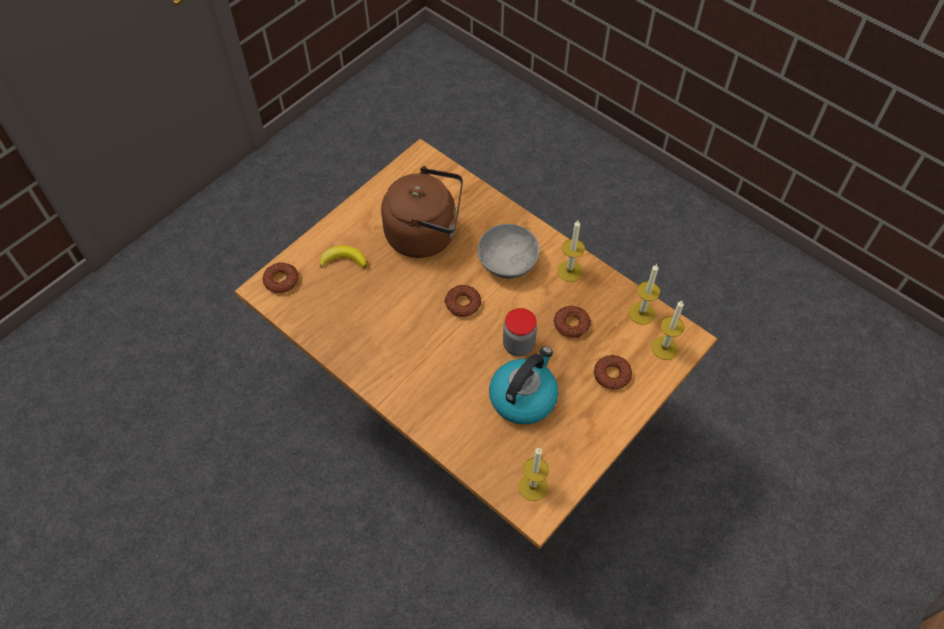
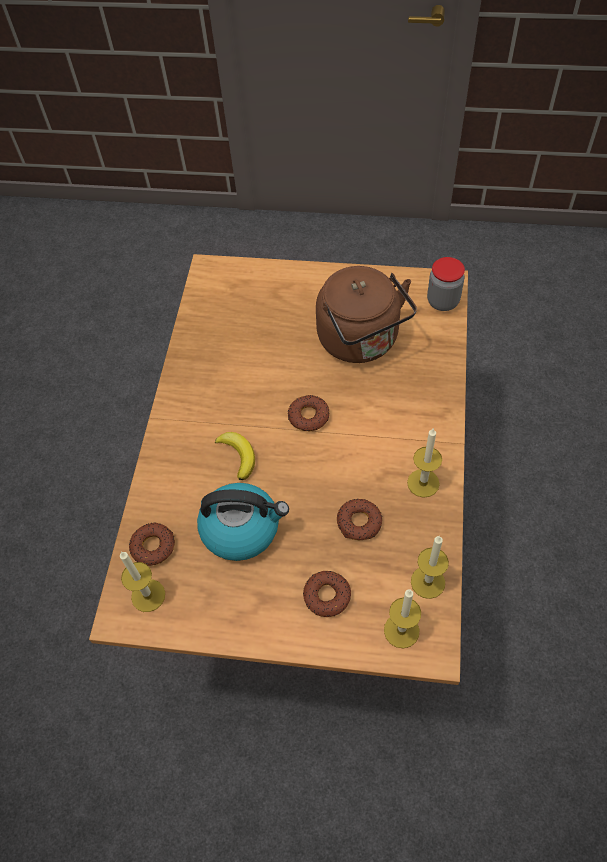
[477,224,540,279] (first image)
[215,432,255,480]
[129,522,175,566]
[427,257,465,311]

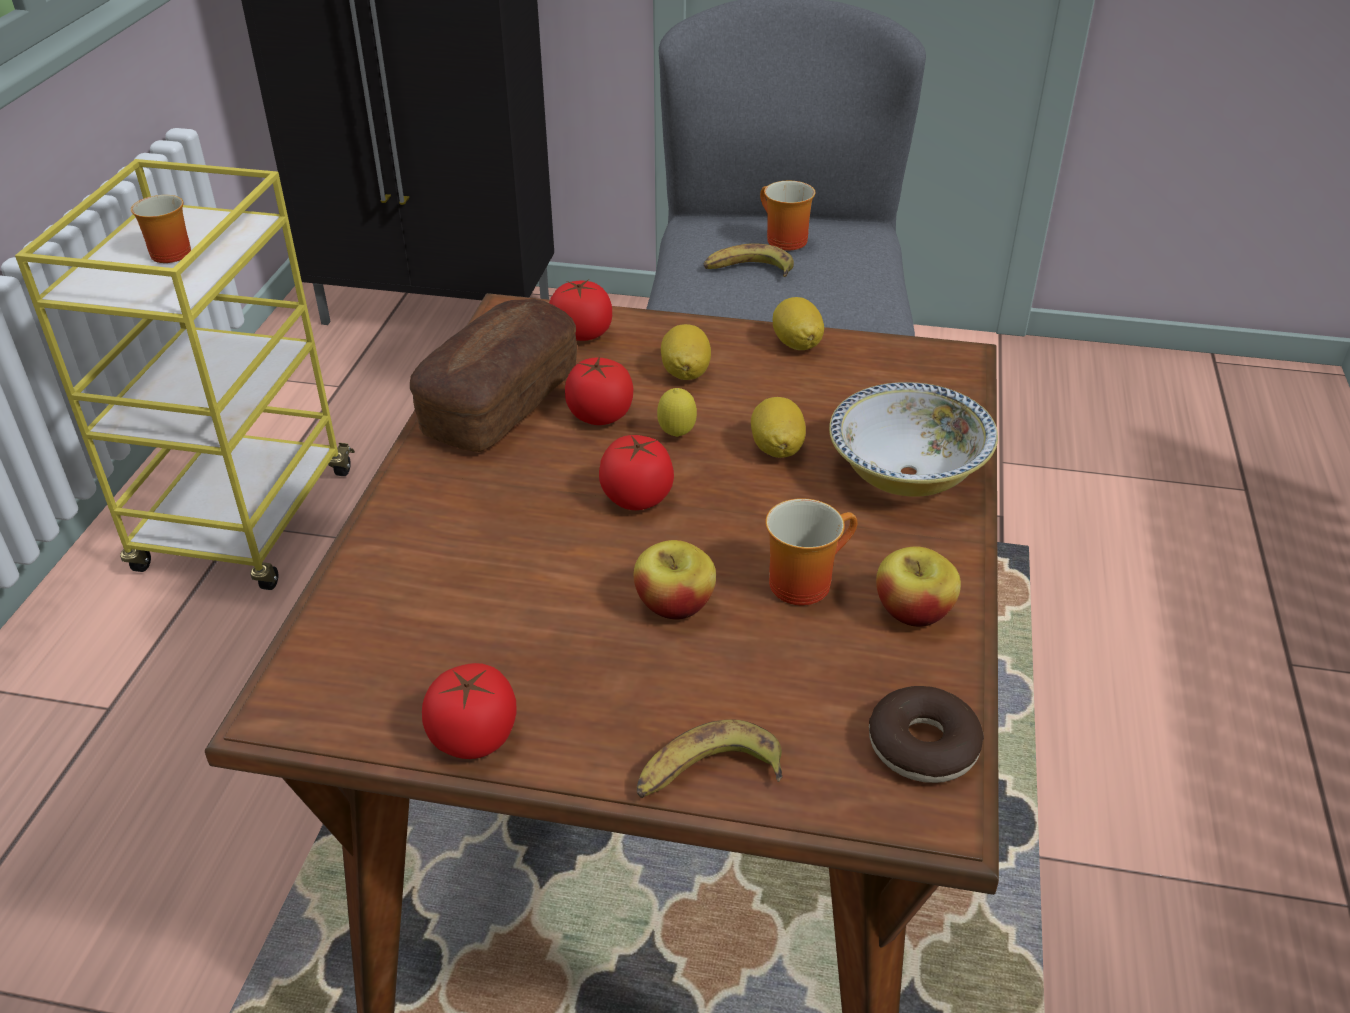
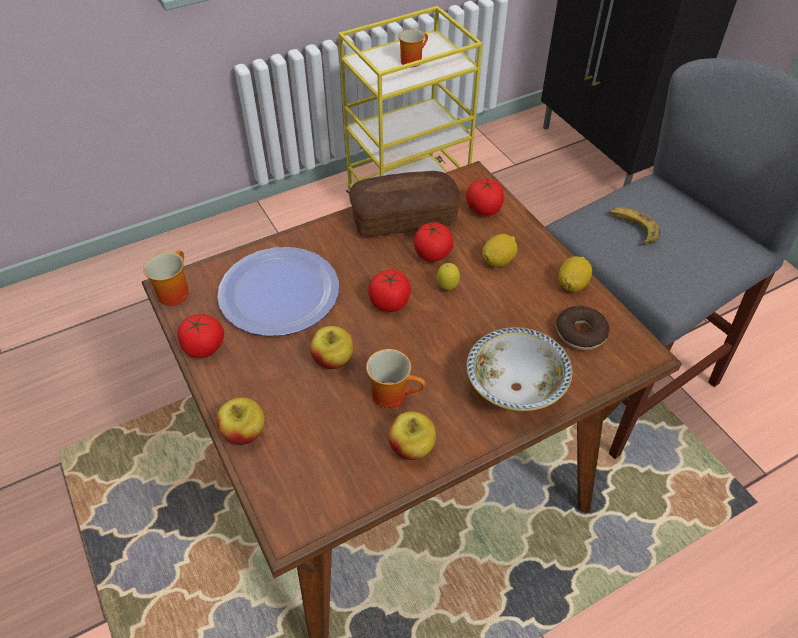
[143,250,189,306]
[751,397,806,458] (first image)
[556,306,609,350]
[216,397,265,445]
[217,247,339,336]

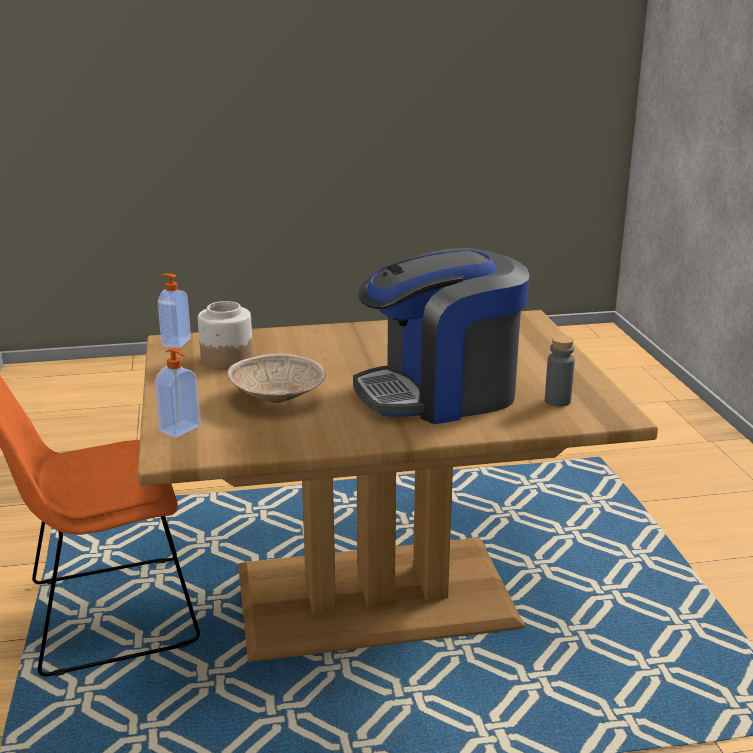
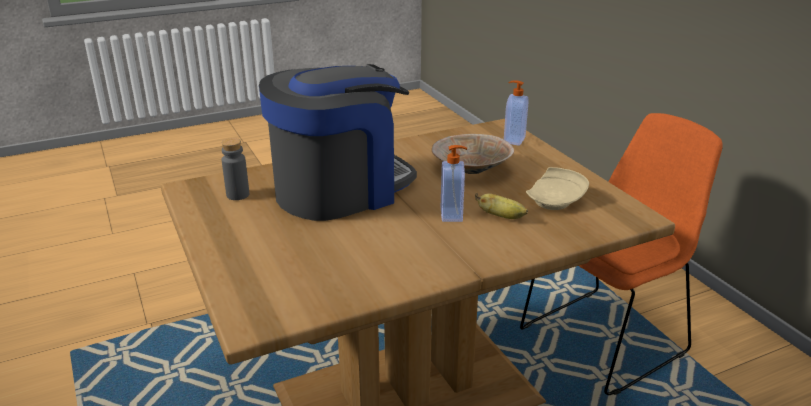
[441,145,467,222]
[526,167,589,210]
[475,193,528,219]

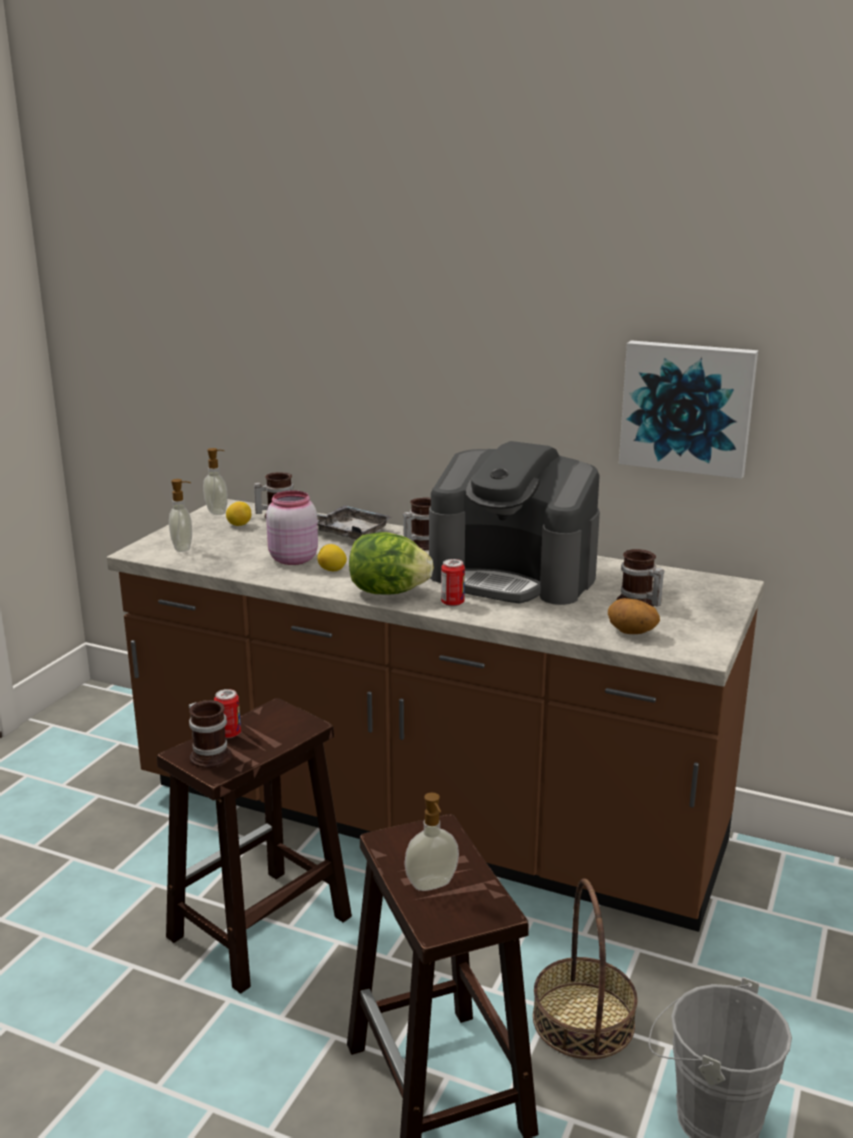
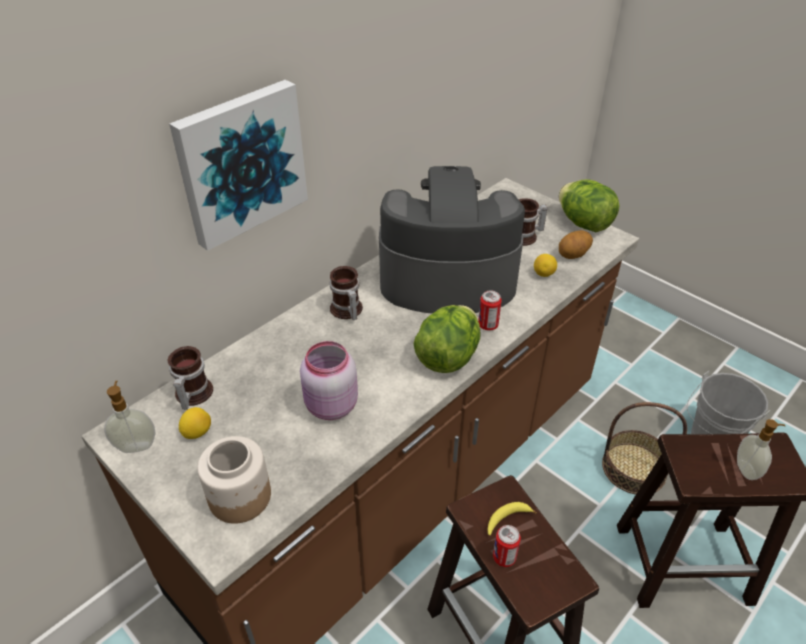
[169,80,308,251]
[379,166,525,314]
[197,436,271,524]
[317,505,392,540] (first image)
[534,254,557,277]
[189,700,232,768] (first image)
[559,179,620,232]
[487,502,537,536]

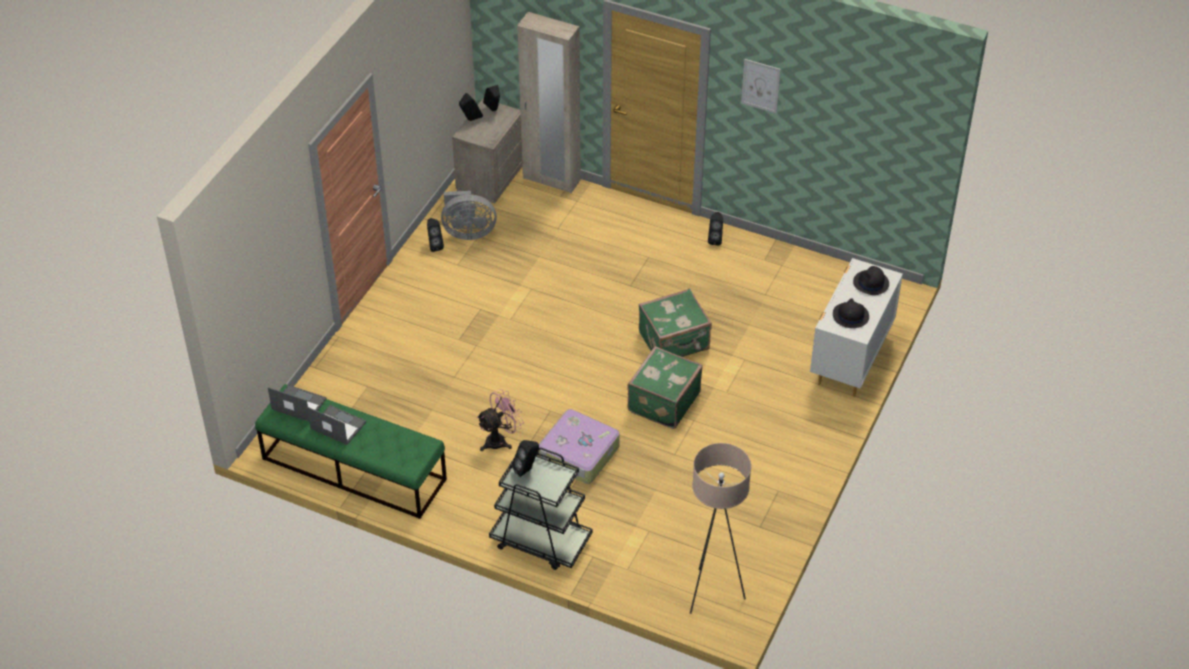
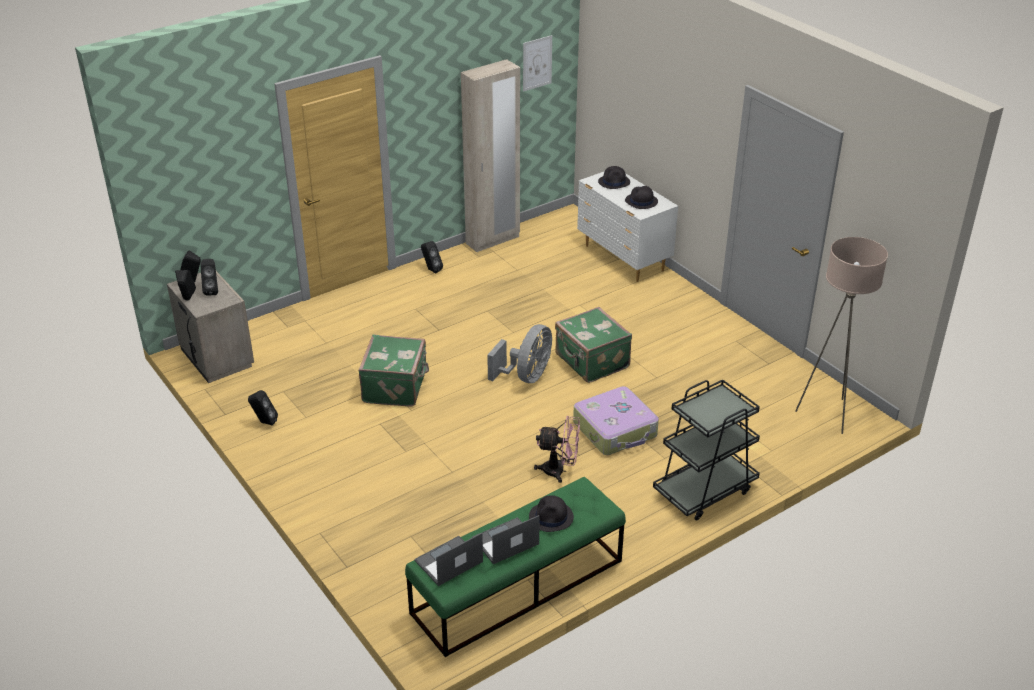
[461,59,520,252]
[523,35,552,91]
[487,324,552,383]
[358,335,429,407]
[534,416,580,483]
[200,259,218,296]
[529,495,574,532]

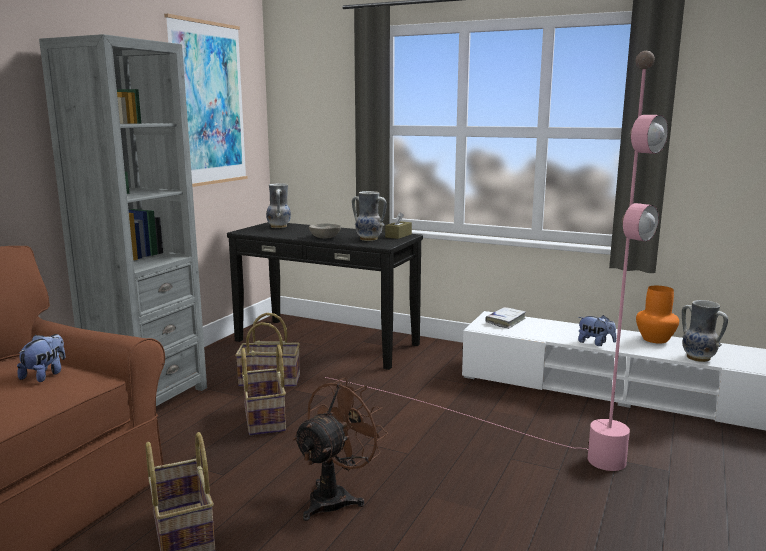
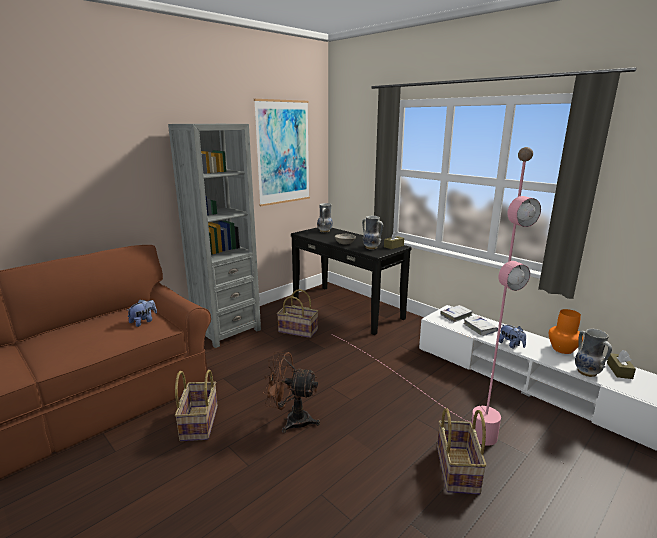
[437,408,487,494]
[263,352,320,433]
[463,316,498,336]
[607,350,636,379]

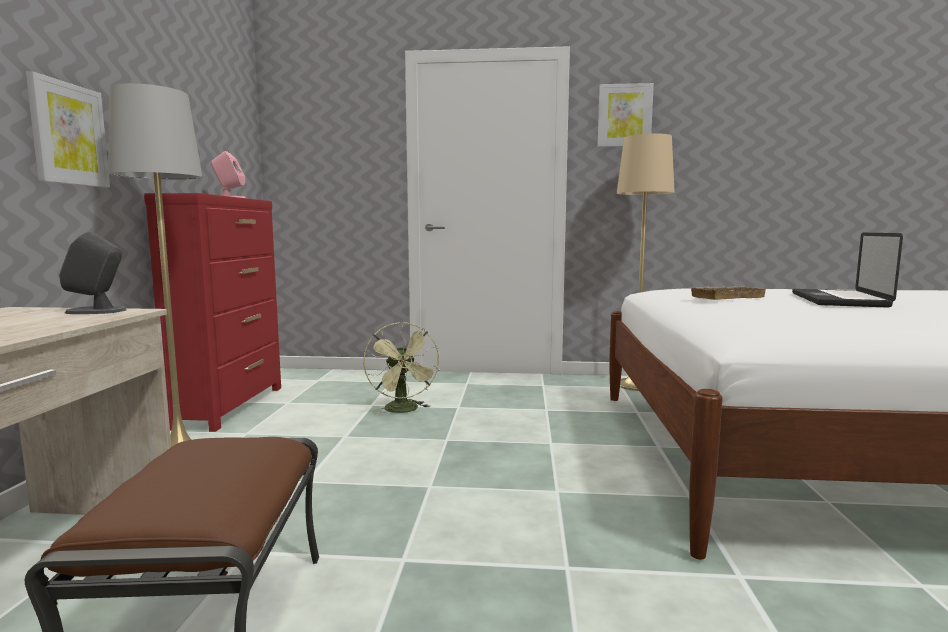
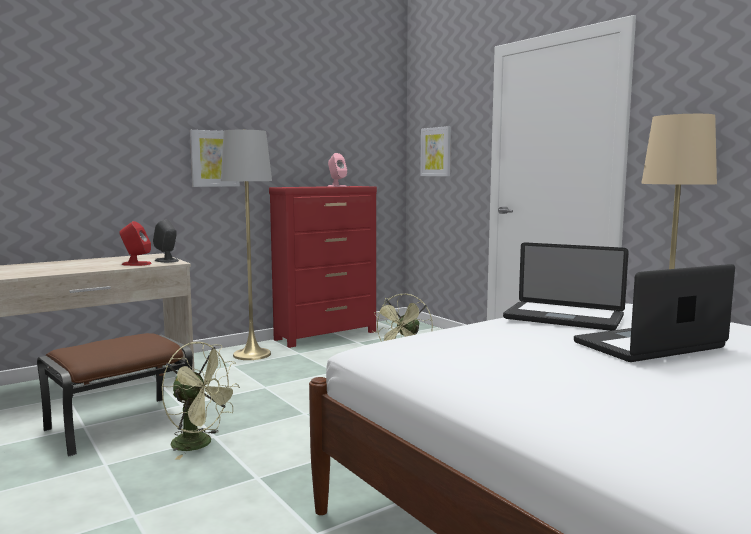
[420,126,451,176]
[503,242,629,331]
[119,221,152,266]
[161,342,240,460]

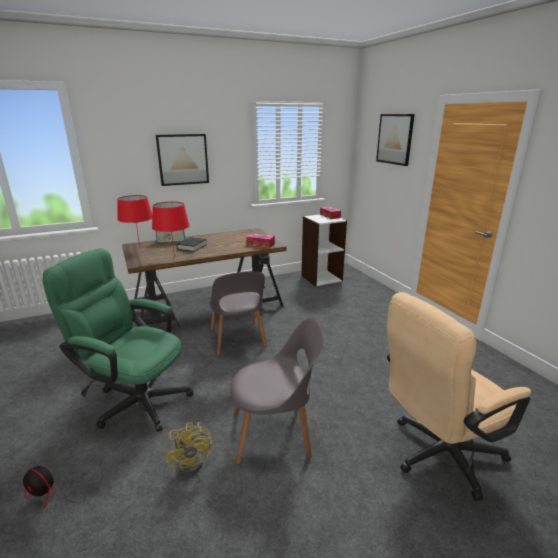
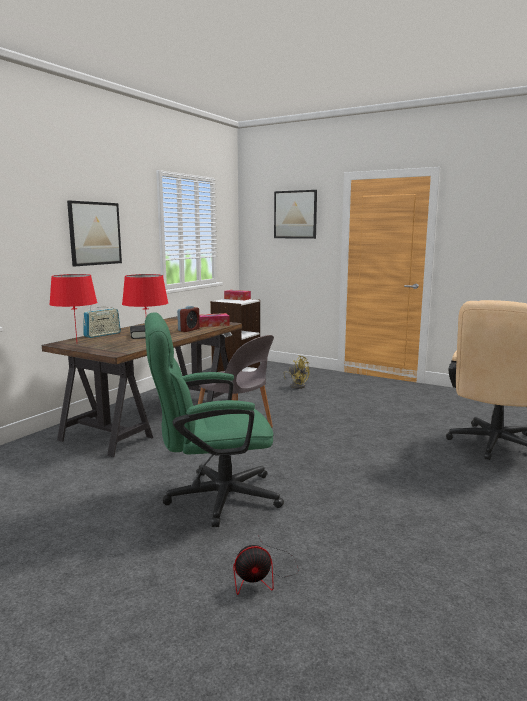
[230,318,324,464] (first image)
[283,356,310,389]
[177,306,200,332]

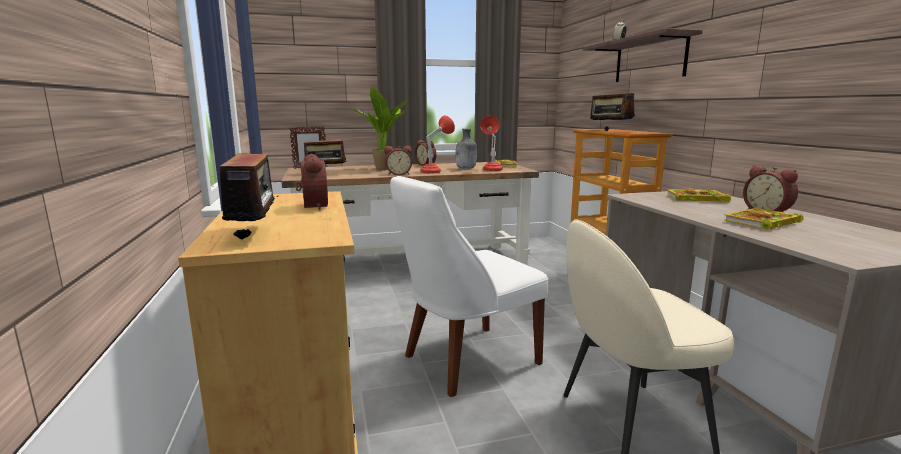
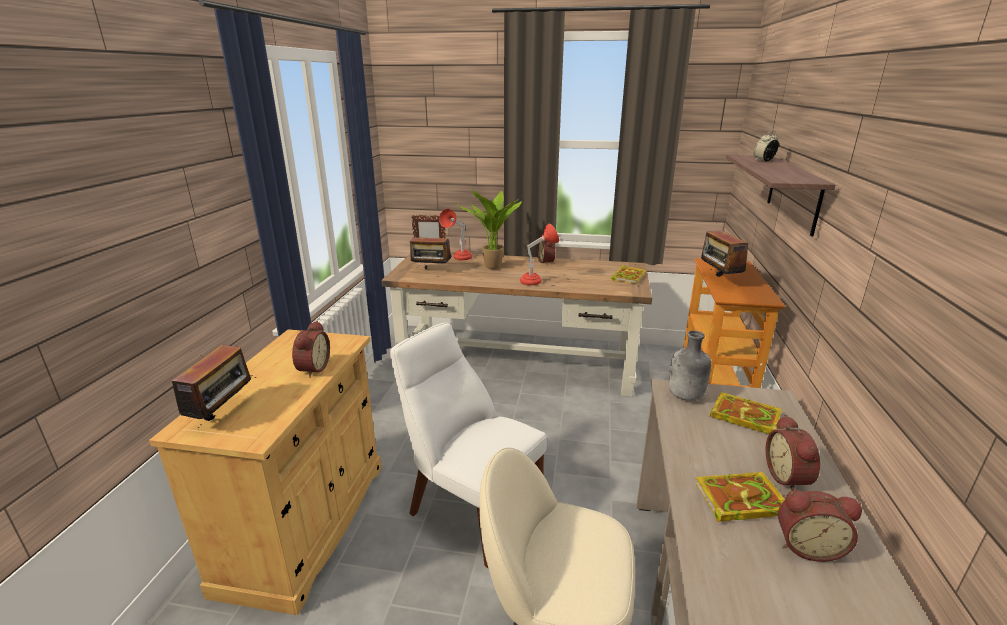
[439,209,472,260]
[669,330,711,401]
[778,490,862,562]
[390,323,547,568]

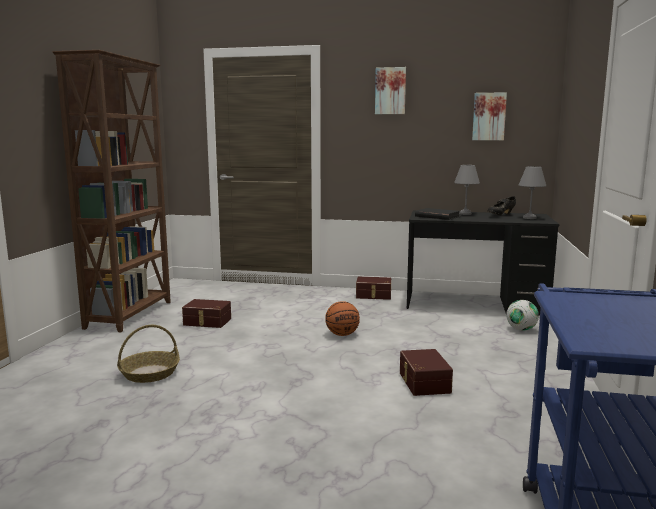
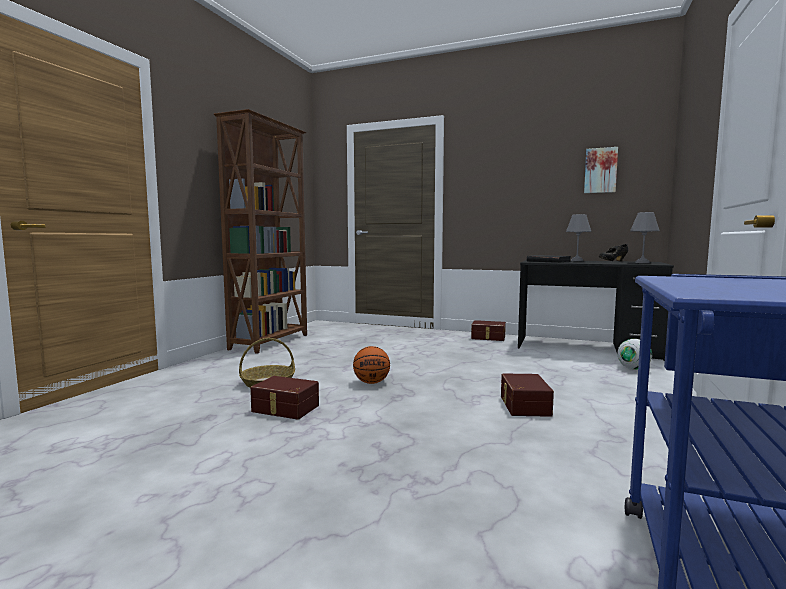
[375,67,406,114] (first image)
[250,376,319,420]
[353,346,390,384]

